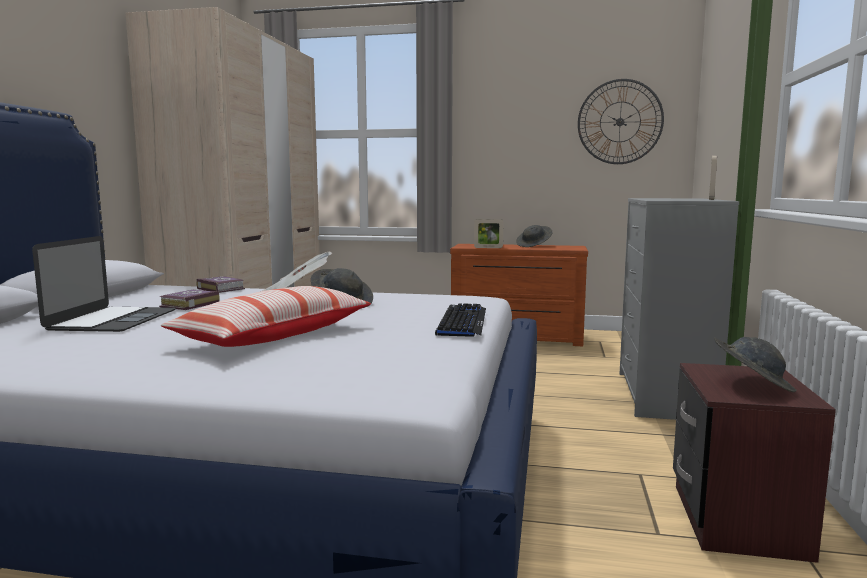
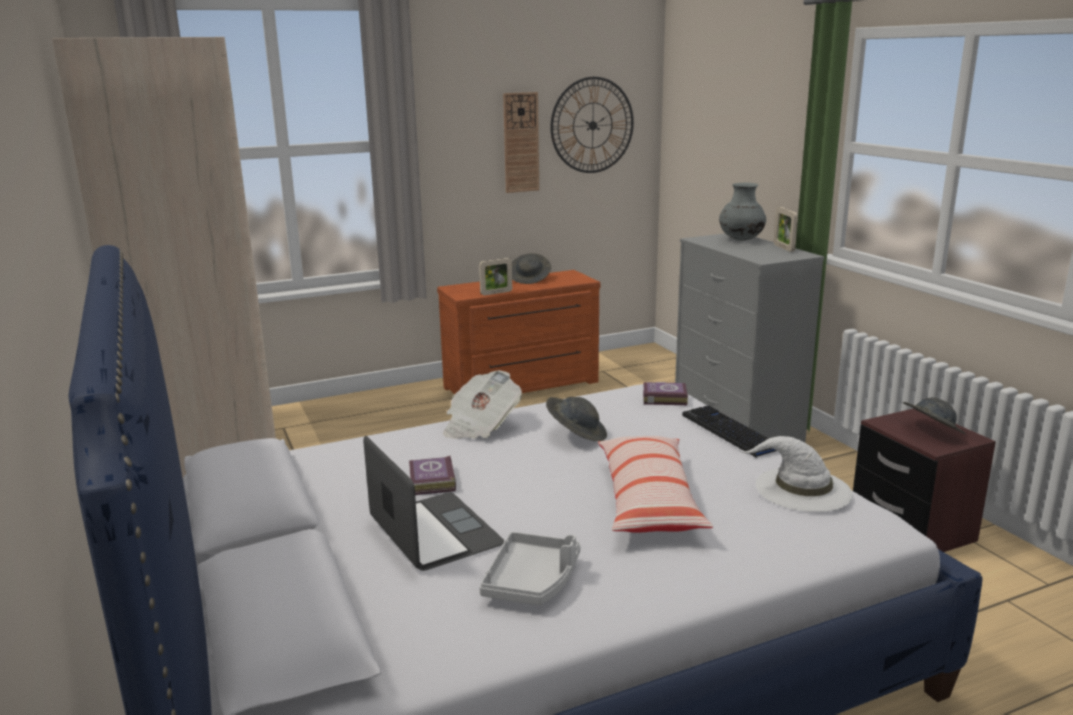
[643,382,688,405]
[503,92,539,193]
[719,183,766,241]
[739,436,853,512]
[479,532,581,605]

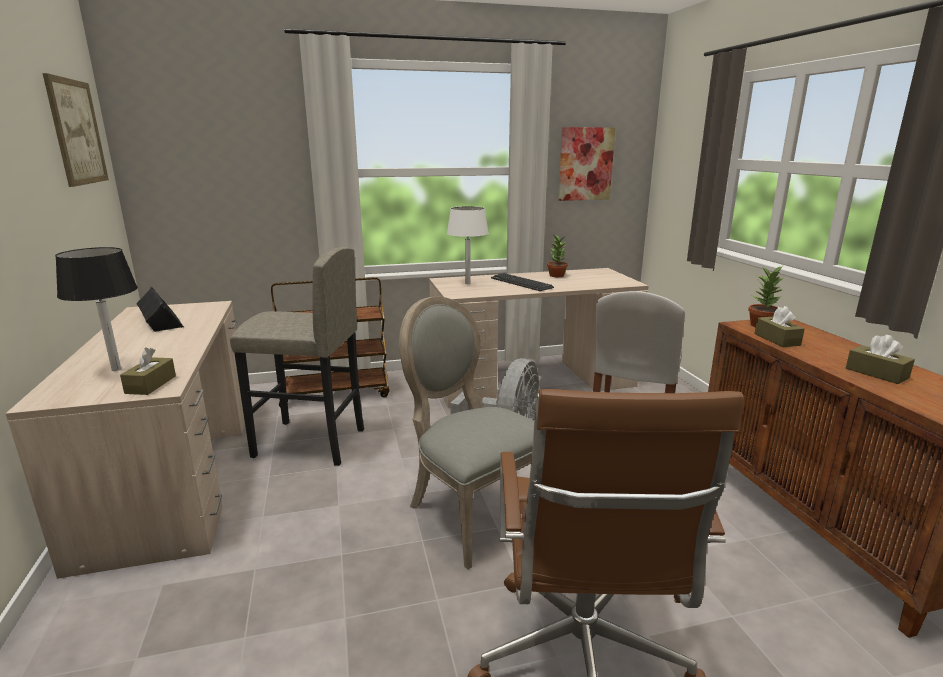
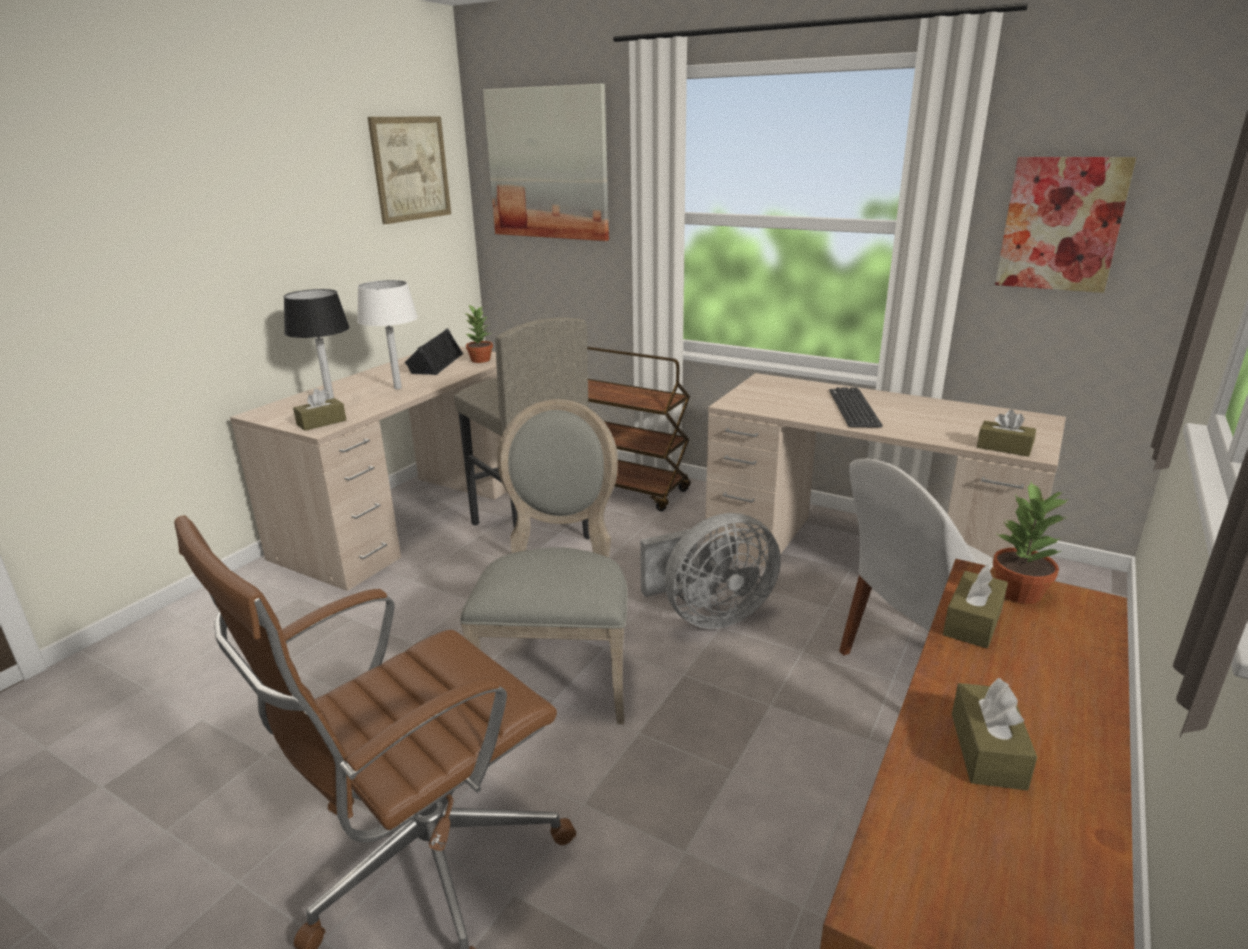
[357,280,418,389]
[464,305,493,363]
[483,84,609,241]
[977,409,1036,457]

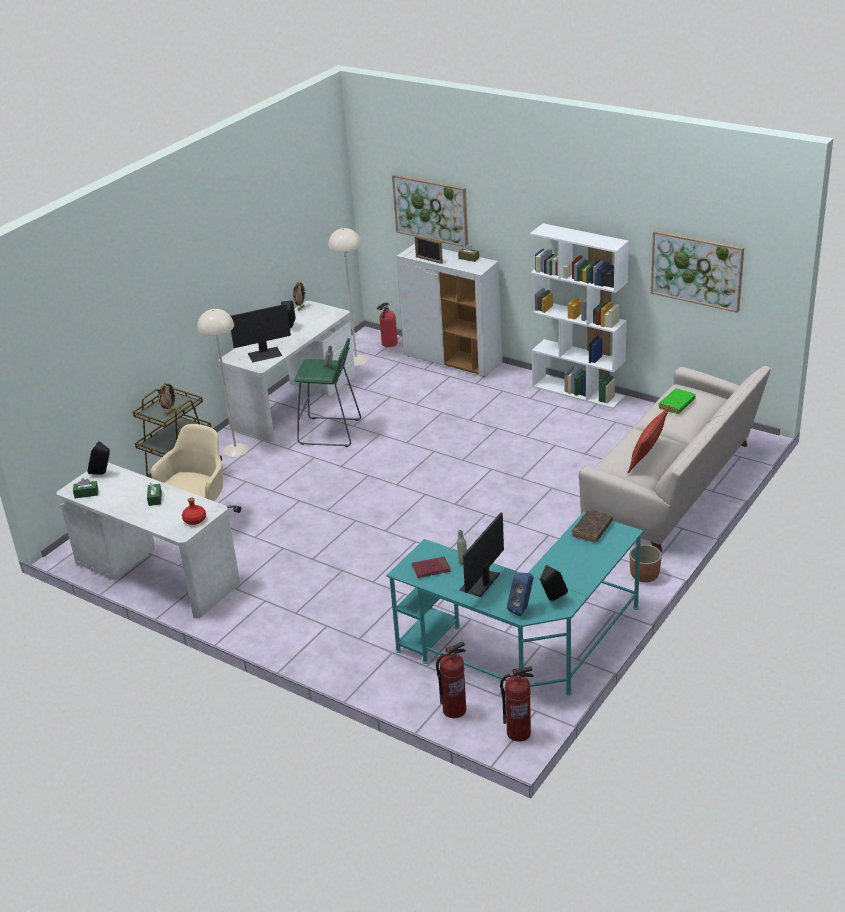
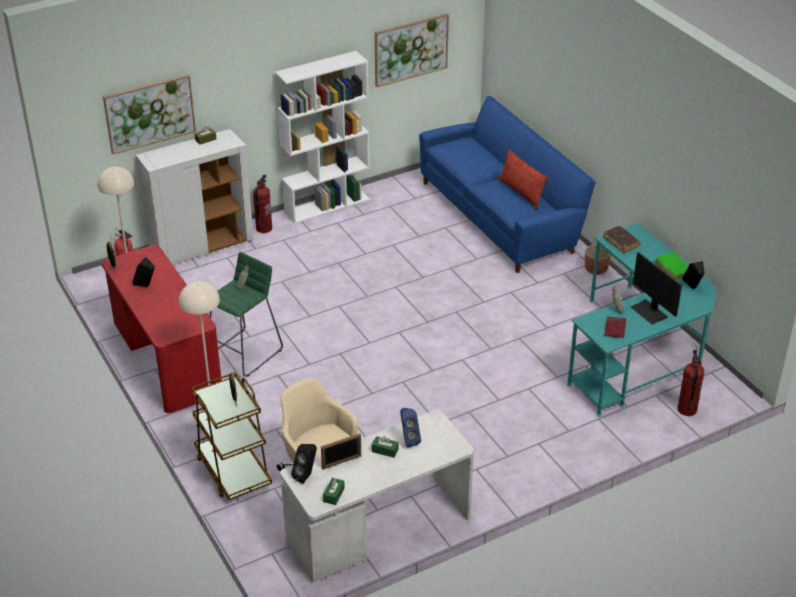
[321,433,361,469]
[101,244,222,413]
[231,304,291,362] (first image)
[419,96,596,273]
[655,252,689,280]
[182,498,206,525] (first image)
[400,408,421,447]
[253,175,272,233]

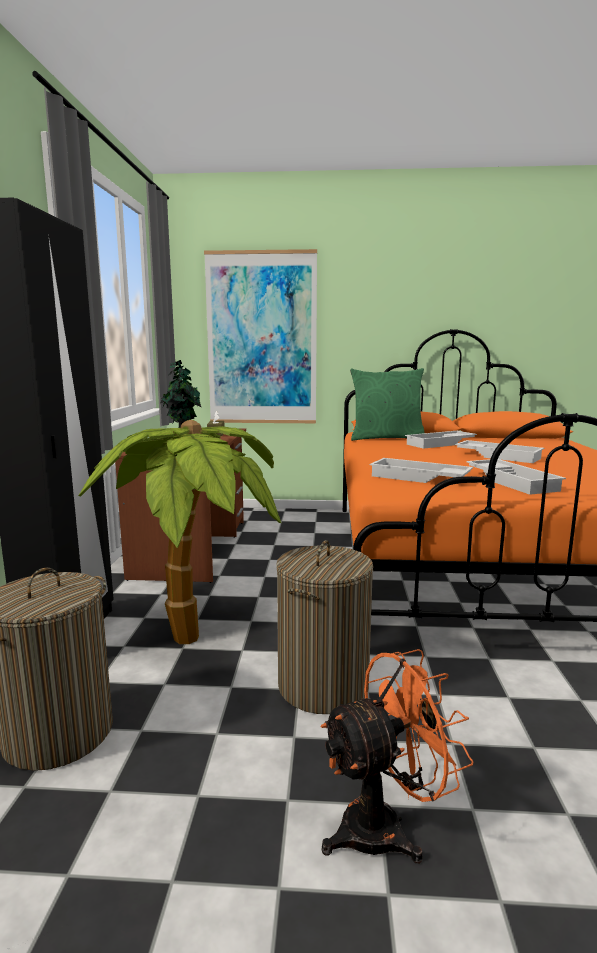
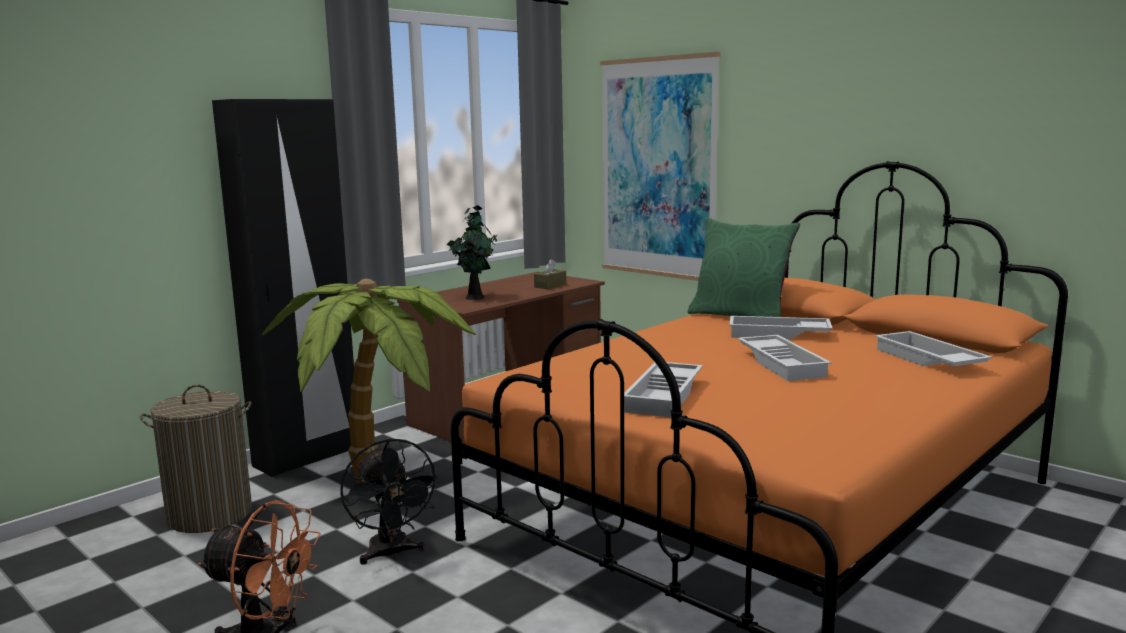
[874,331,992,366]
[340,438,440,565]

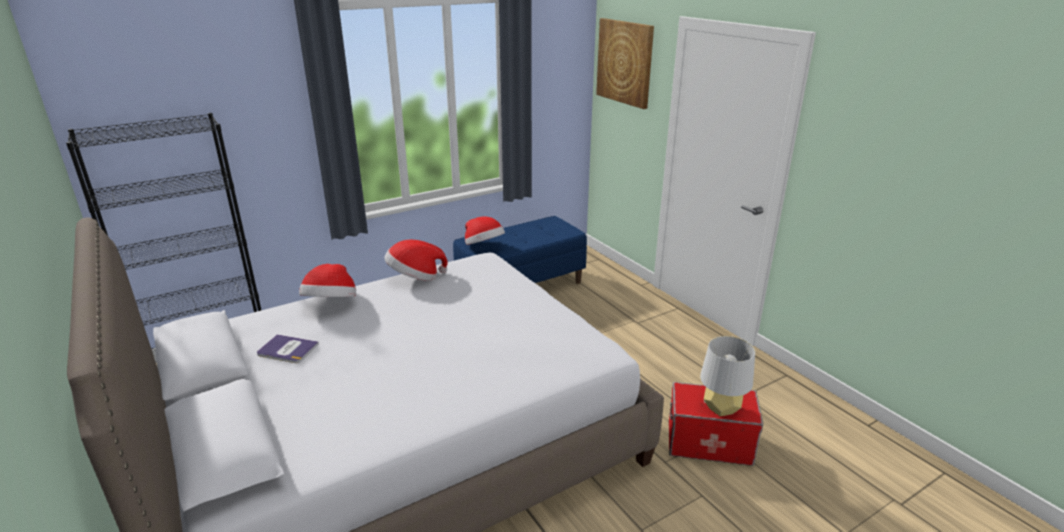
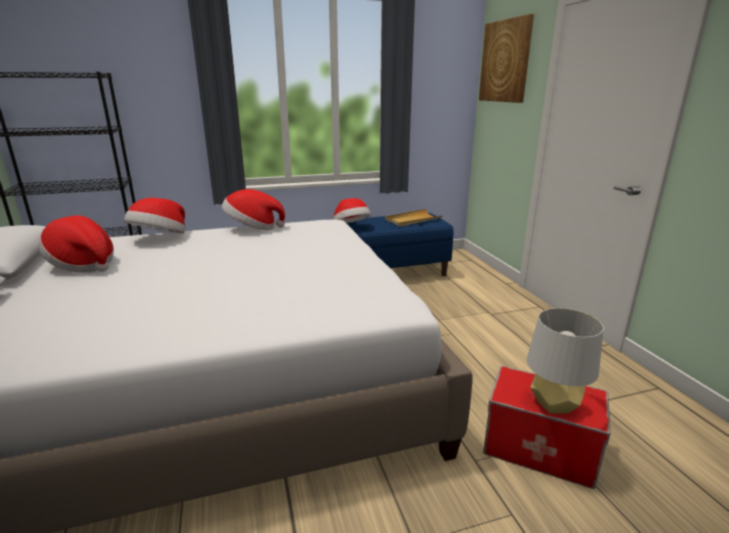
[39,215,114,272]
[385,209,443,227]

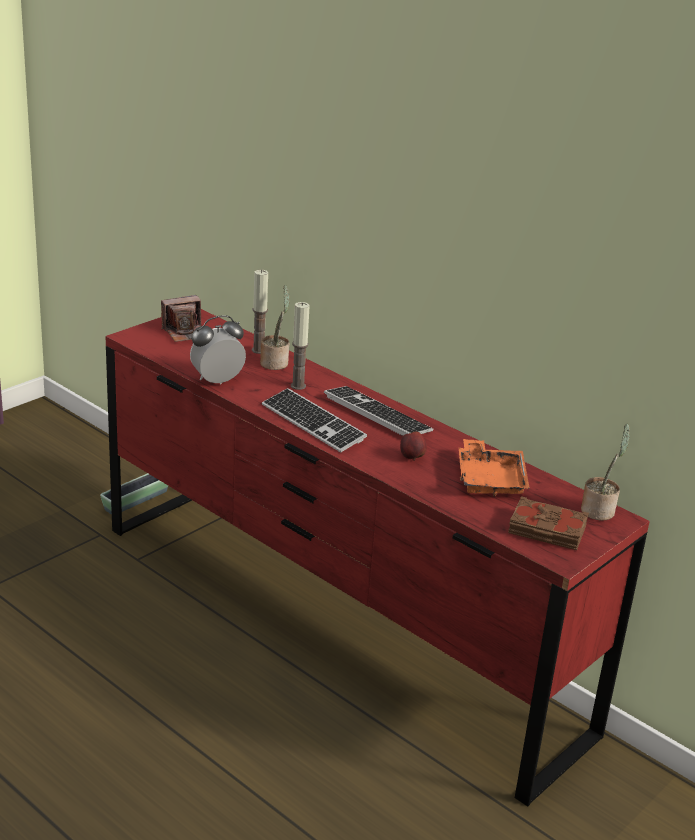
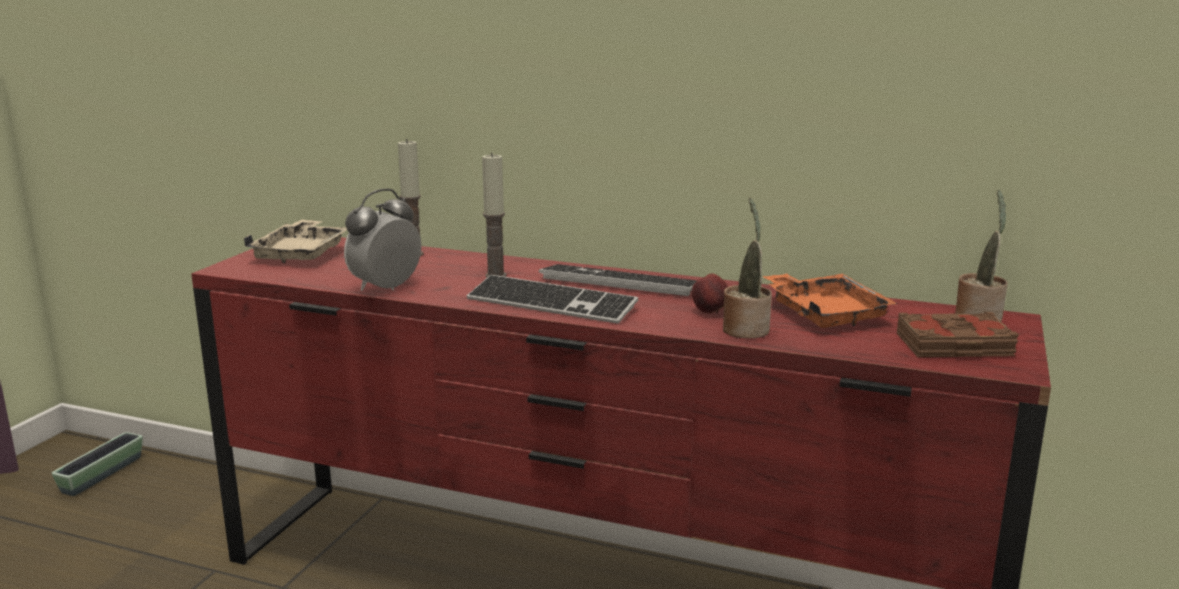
[723,197,772,338]
[243,219,347,263]
[52,432,143,496]

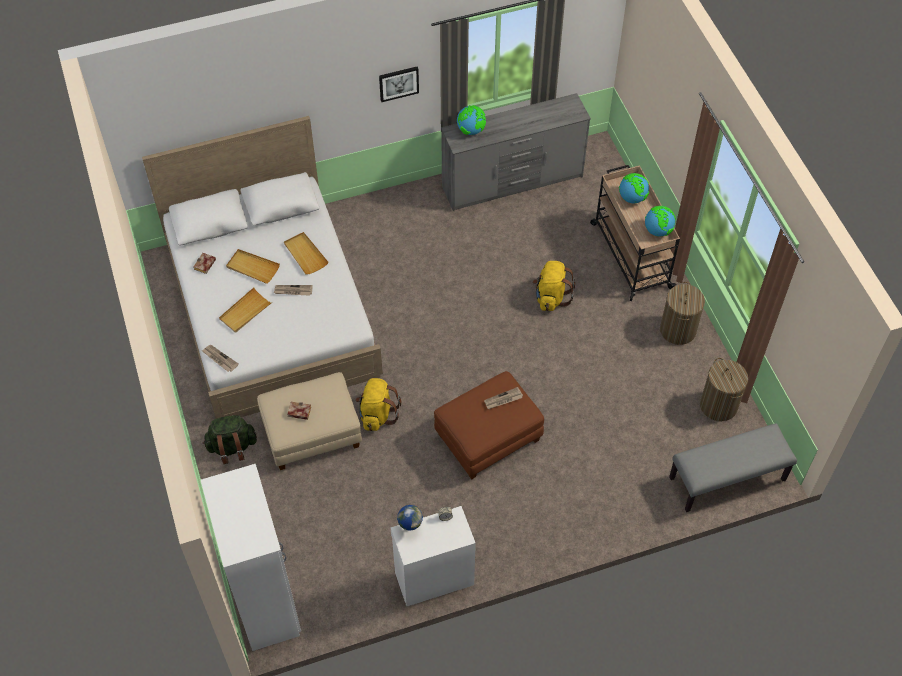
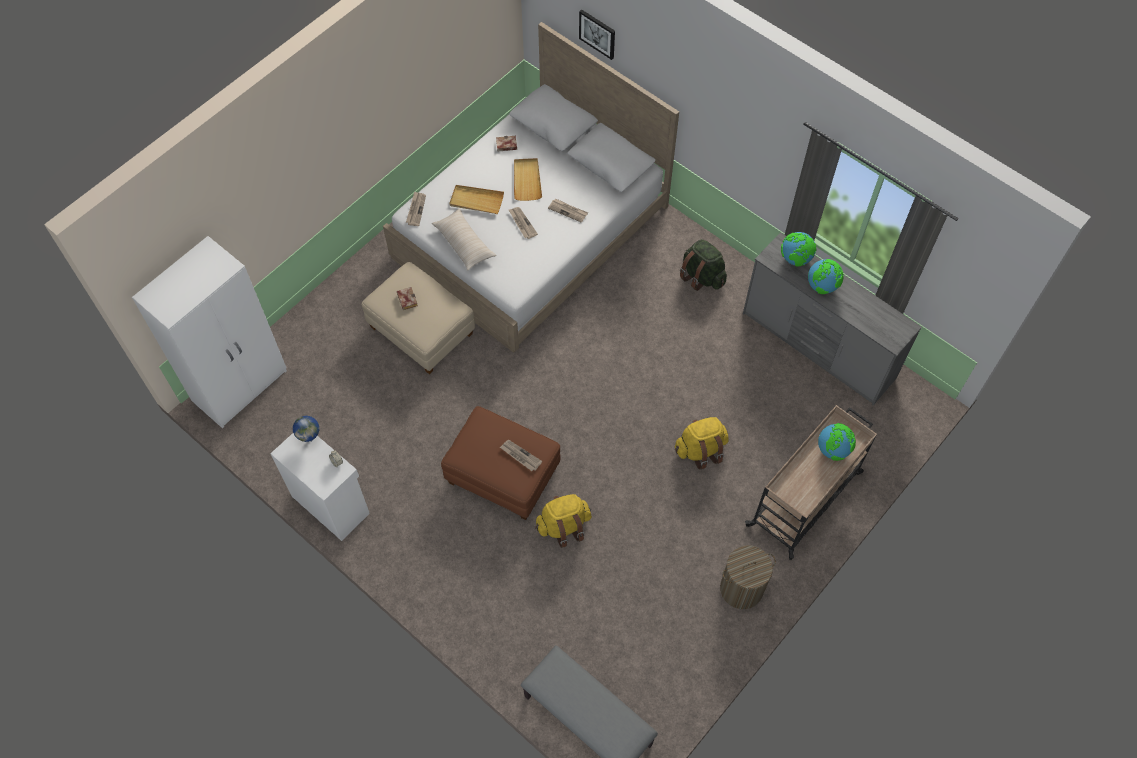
[579,9,615,60]
[808,259,843,294]
[548,199,588,223]
[700,358,748,421] (first image)
[535,494,592,548]
[680,239,727,291]
[432,208,496,271]

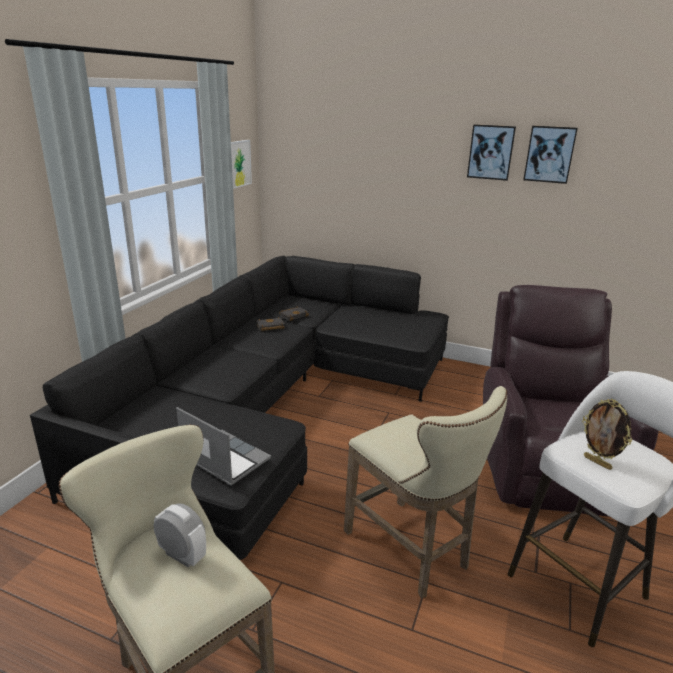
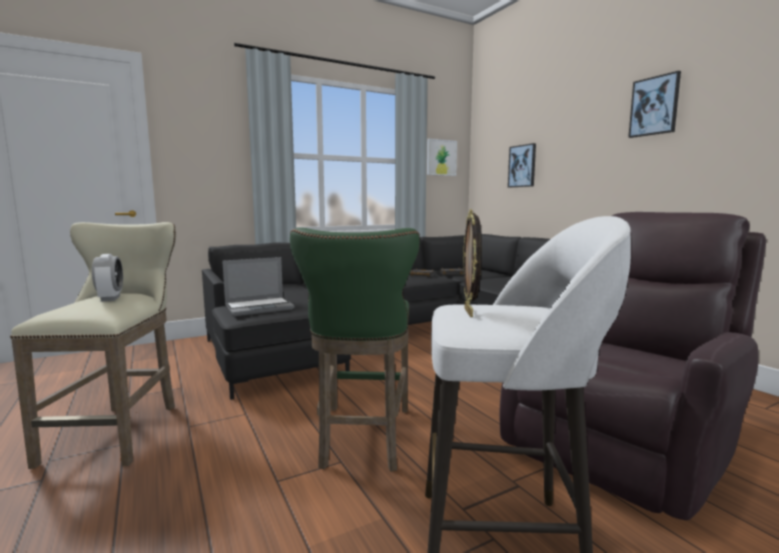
[508,143,536,187]
[290,228,420,472]
[222,257,295,316]

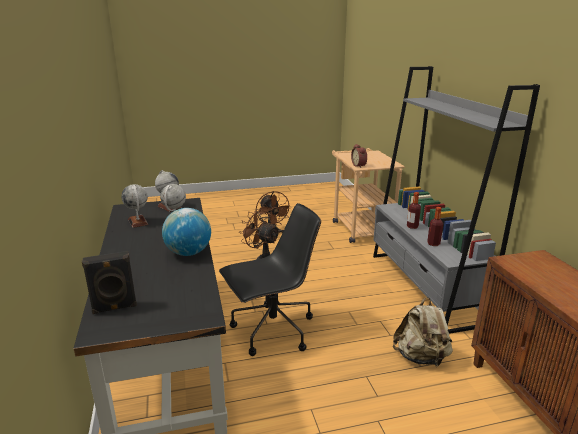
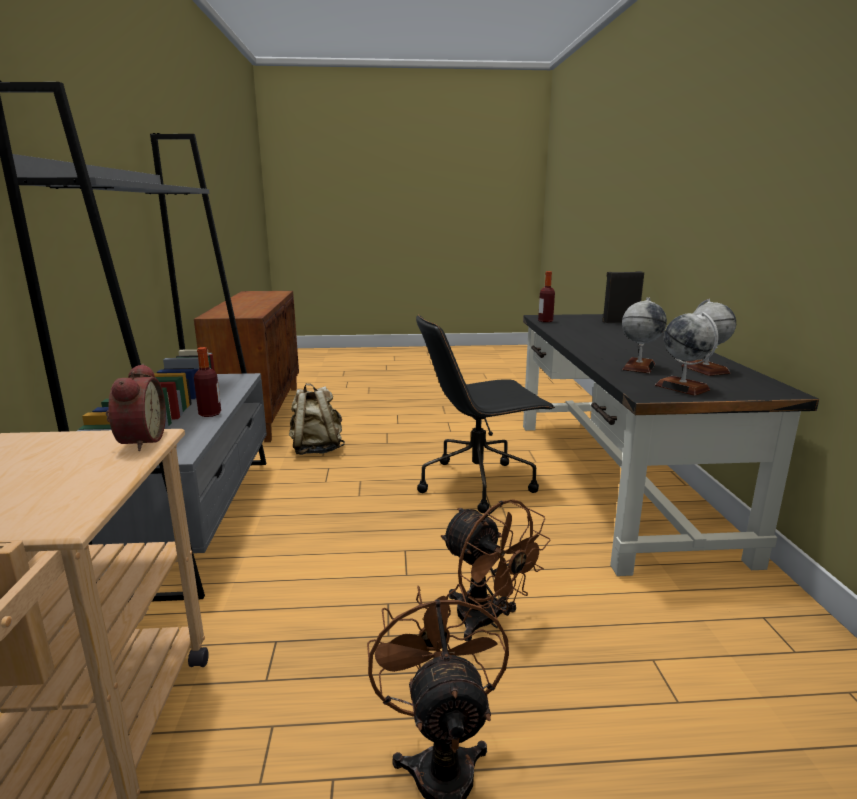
[538,271,555,322]
[162,208,211,256] (first image)

